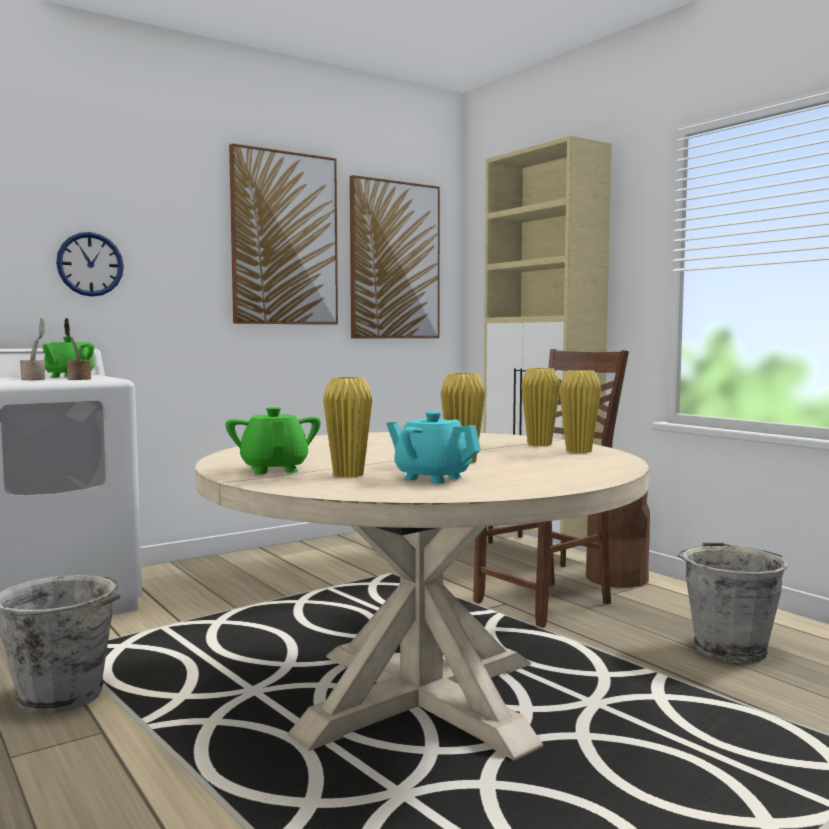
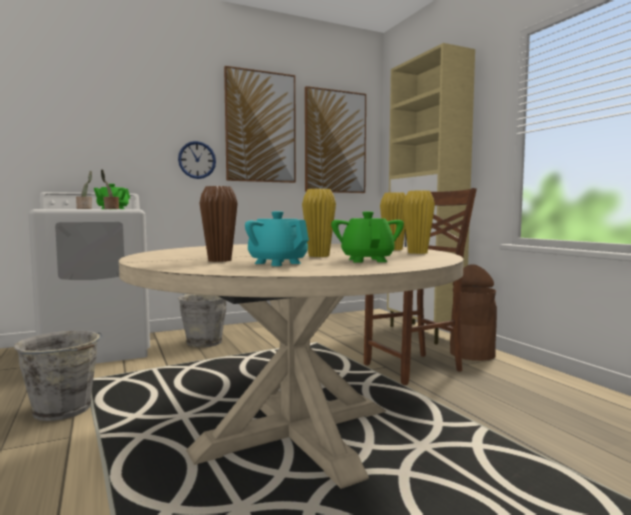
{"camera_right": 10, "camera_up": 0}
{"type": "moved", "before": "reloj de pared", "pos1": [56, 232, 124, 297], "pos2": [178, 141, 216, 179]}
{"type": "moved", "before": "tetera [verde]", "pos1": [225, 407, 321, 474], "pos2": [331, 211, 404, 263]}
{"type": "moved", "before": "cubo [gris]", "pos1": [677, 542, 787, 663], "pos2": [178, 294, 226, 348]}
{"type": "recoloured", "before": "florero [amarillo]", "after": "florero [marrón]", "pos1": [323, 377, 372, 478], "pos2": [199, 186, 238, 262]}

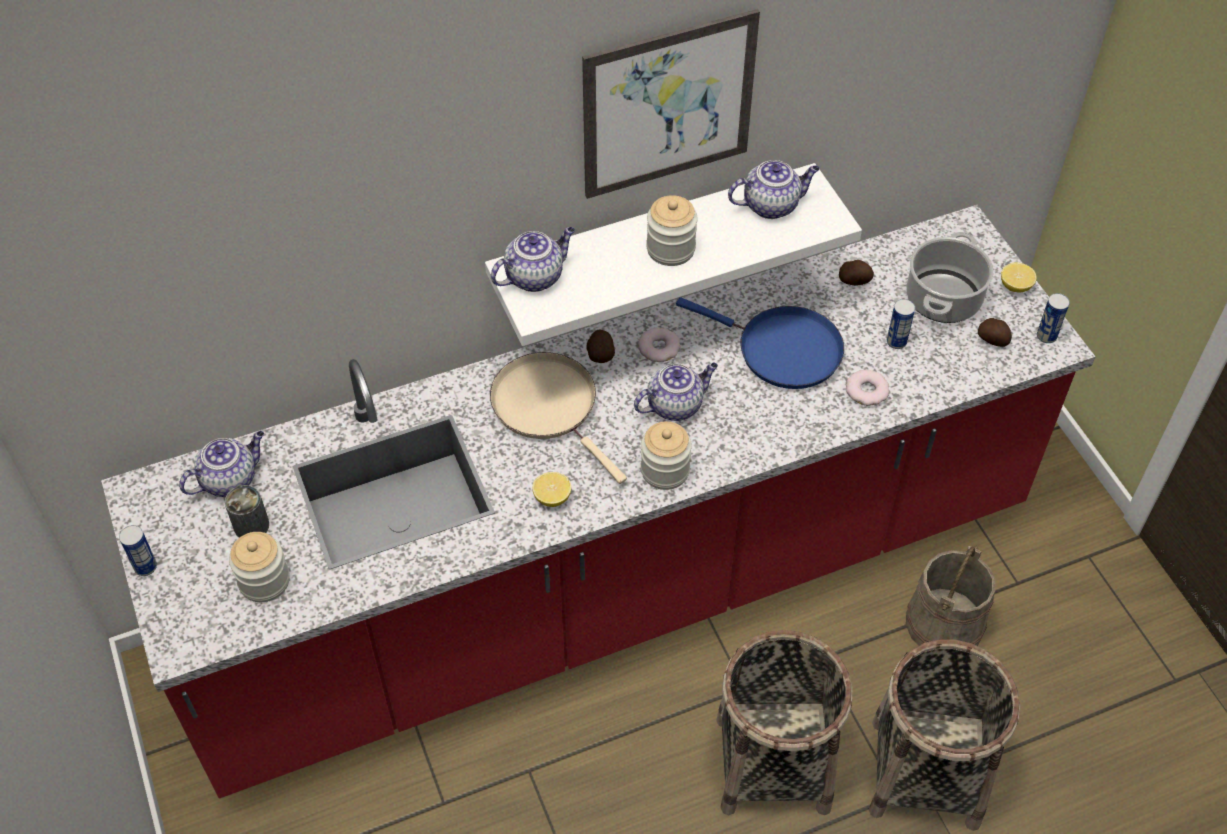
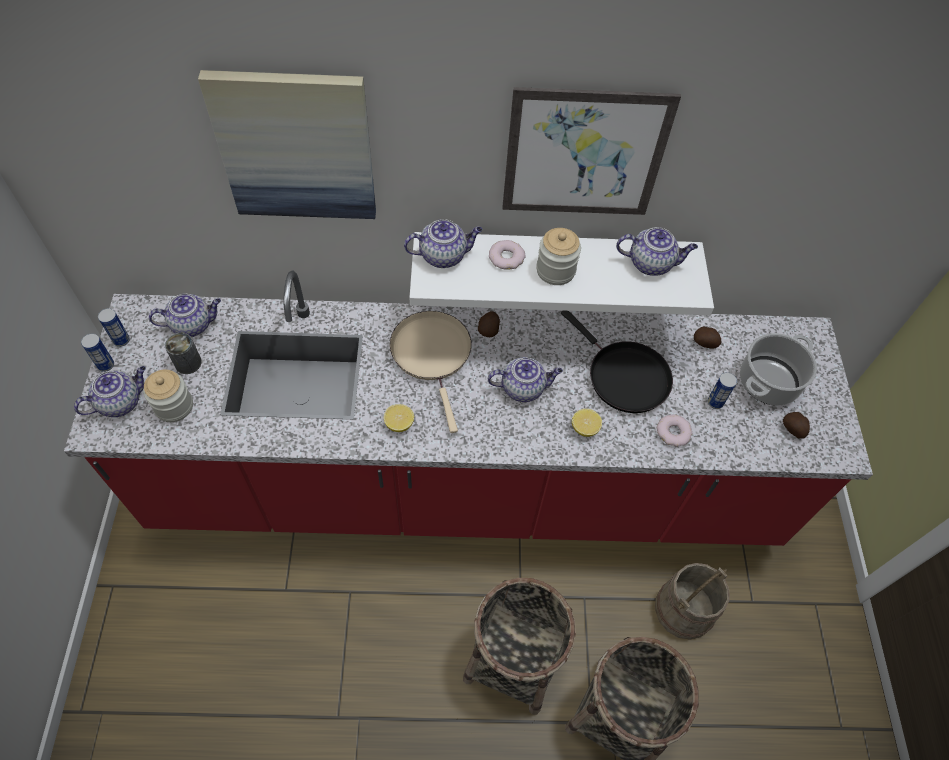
{"camera_right": 20, "camera_up": 5}
{"type": "removed", "before": "tarro", "pos1": [641, 421, 692, 490]}
{"type": "added", "after": "tetera", "pos2": [74, 366, 146, 417]}
{"type": "added", "after": "cuadro", "pos2": [198, 70, 376, 219]}
{"type": "moved", "before": "rosquilla", "pos1": [638, 328, 681, 362], "pos2": [489, 240, 526, 270]}
{"type": "moved", "before": "limón", "pos1": [1001, 263, 1036, 293], "pos2": [572, 409, 602, 437]}
{"type": "moved", "before": "lata", "pos1": [1037, 293, 1070, 343], "pos2": [98, 308, 130, 347]}
{"type": "recoloured", "before": "sartén [azul]", "after": "sartén [negro]", "pos1": [676, 297, 844, 389], "pos2": [561, 311, 673, 413]}

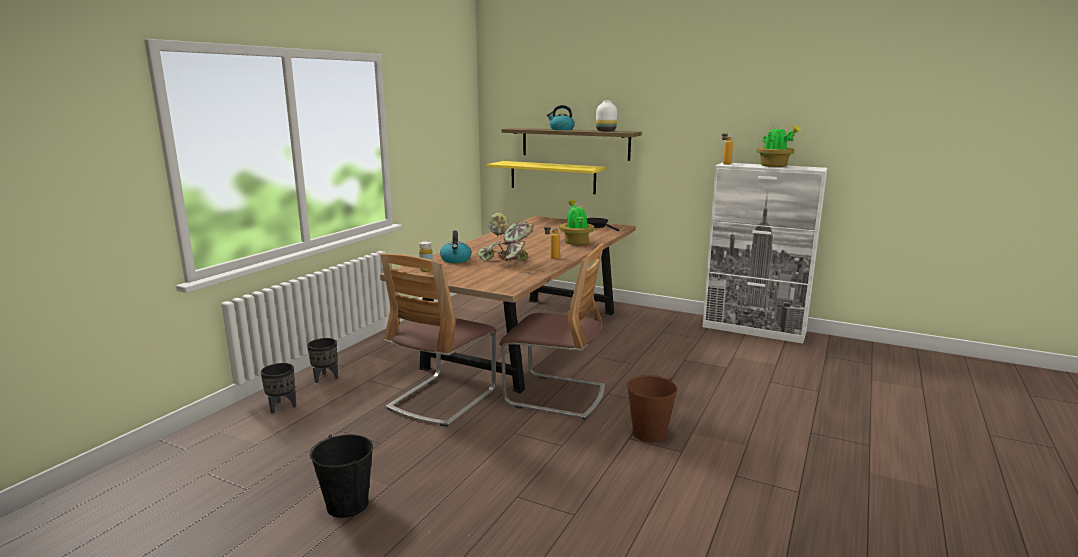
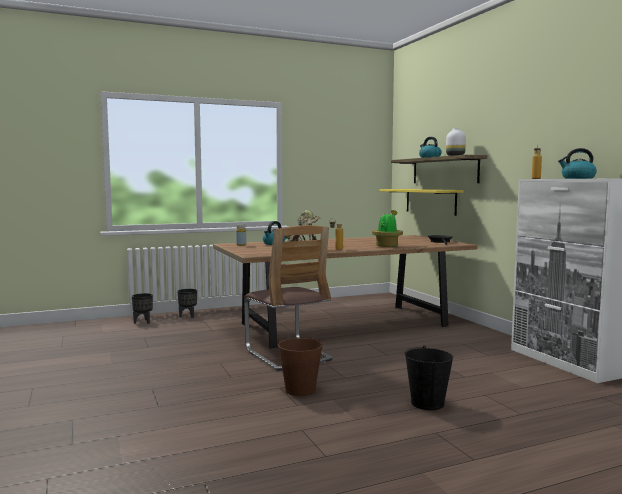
{"camera_right": 40, "camera_up": -10}
{"type": "removed", "before": "silla", "pos1": [381, 254, 496, 427]}
{"type": "moved", "before": "cubo [negro]", "pos1": [310, 434, 373, 518], "pos2": [405, 346, 453, 410]}
{"type": "replaced", "before": "planta en maceta", "after": "hervidor", "pos1": [756, 125, 801, 167], "pos2": [558, 148, 597, 179]}

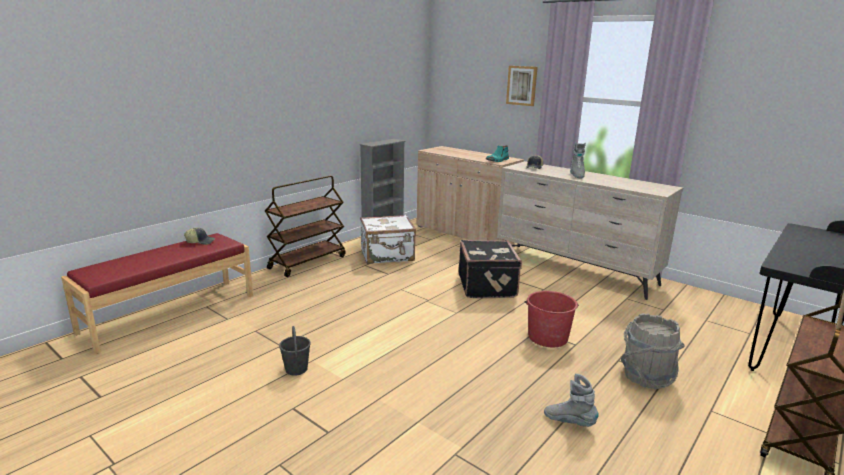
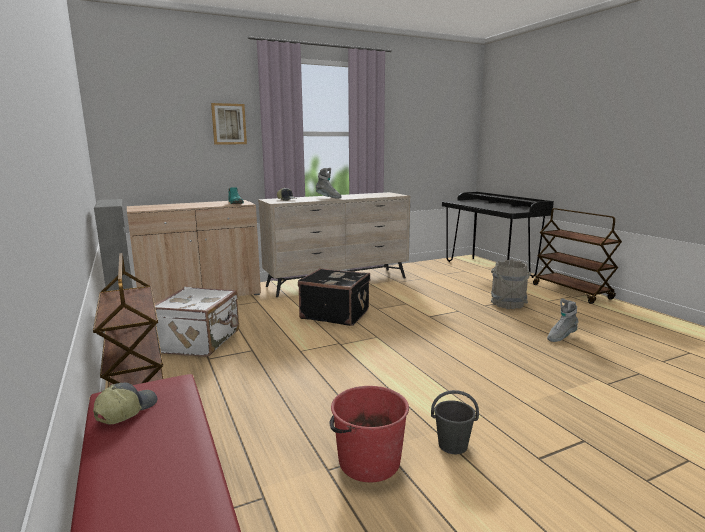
{"camera_right": -65, "camera_up": -5}
{"type": "moved", "before": "cubo [rojo]", "pos1": [524, 291, 579, 347], "pos2": [330, 386, 409, 482]}

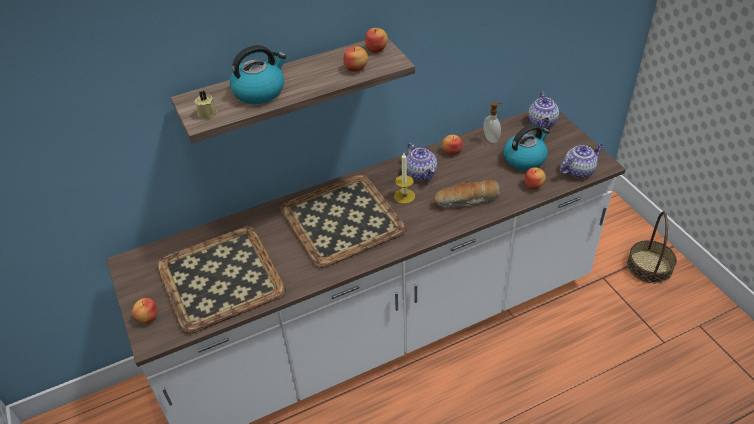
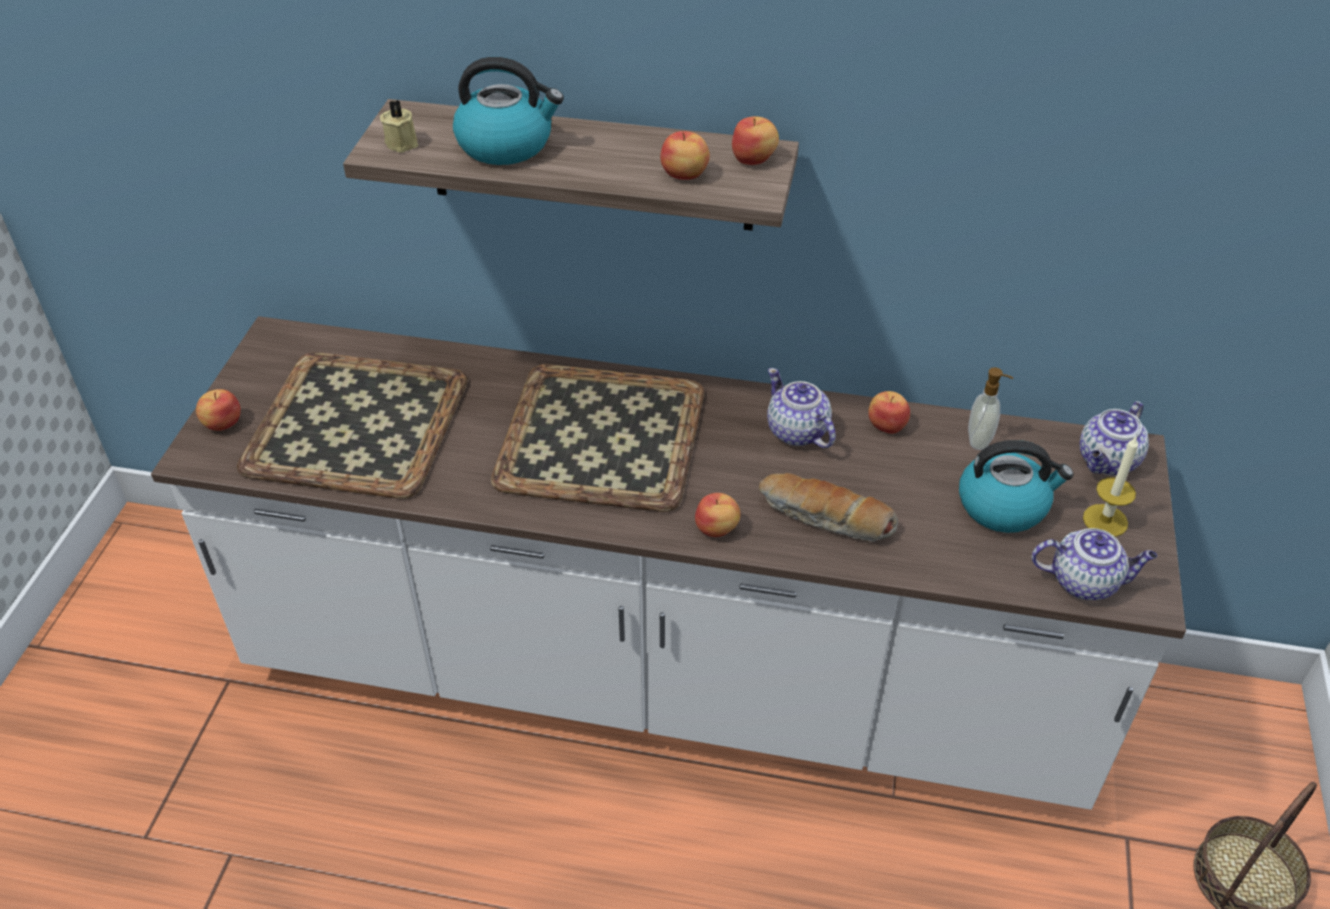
{"camera_right": 35, "camera_up": 0}
{"type": "moved", "before": "vela", "pos1": [394, 153, 415, 204], "pos2": [1083, 435, 1138, 537]}
{"type": "moved", "before": "manzana", "pos1": [525, 167, 546, 189], "pos2": [695, 493, 741, 537]}
{"type": "turned", "before": "tetera", "pos1": [406, 143, 437, 181], "pos2": [767, 368, 836, 448], "turn": 135}

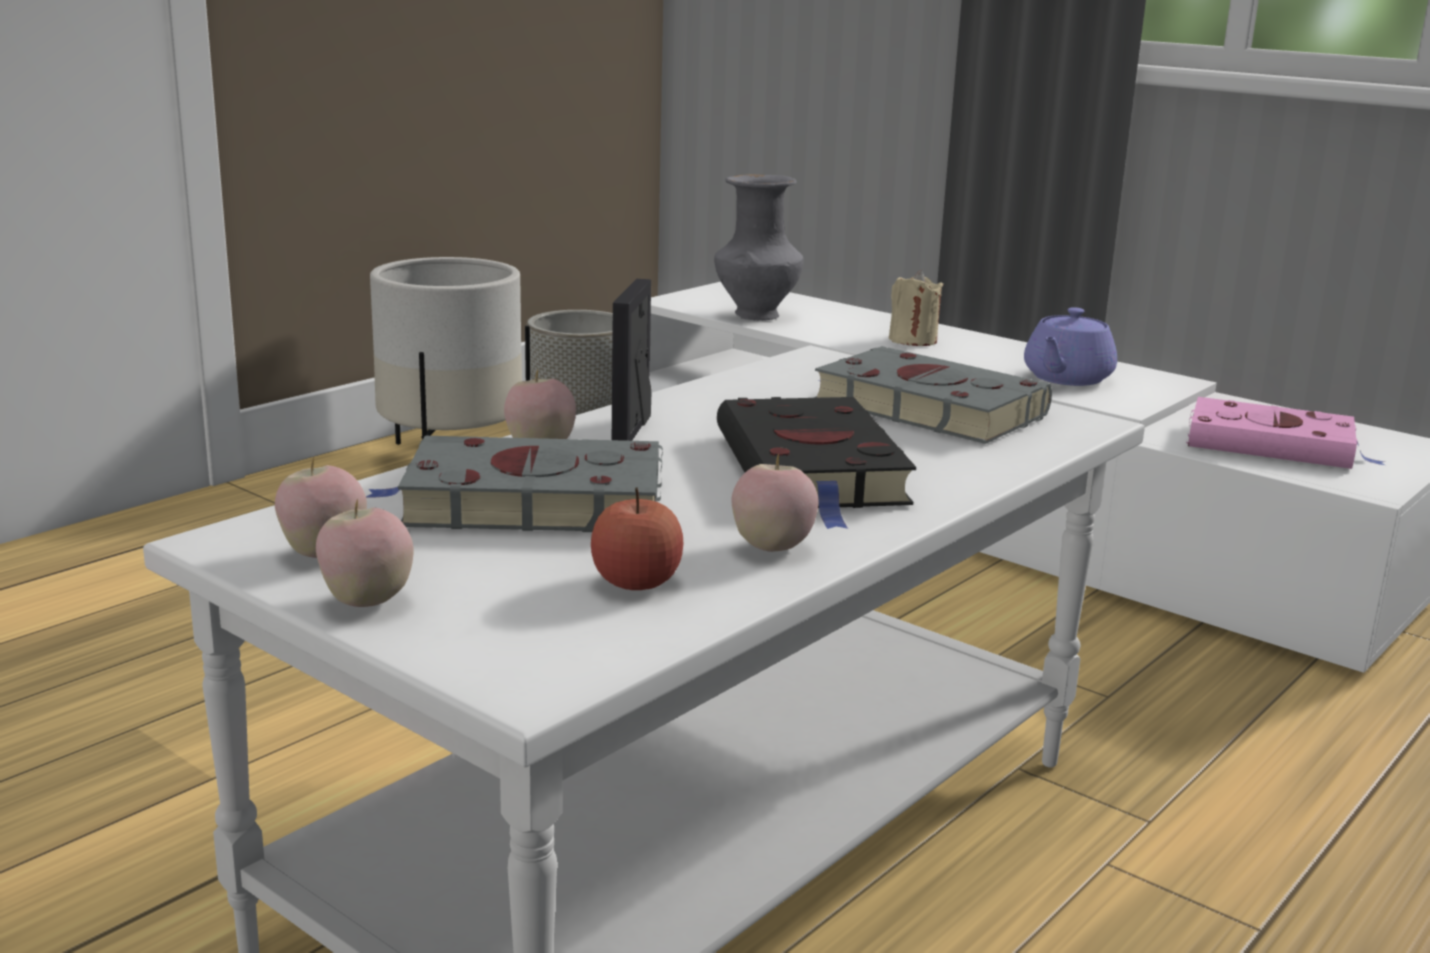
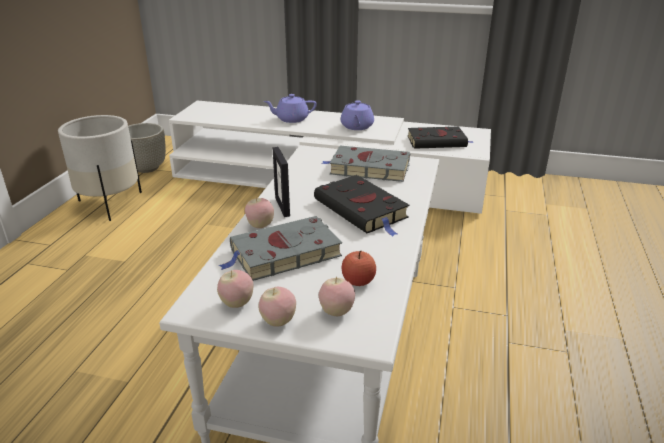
{"camera_right": -25, "camera_up": 10}
{"type": "removed", "before": "florero [gris]", "pos1": [714, 174, 804, 321]}
{"type": "moved", "before": "manzana", "pos1": [732, 454, 819, 552], "pos2": [319, 277, 355, 316]}
{"type": "replaced", "before": "vela [beis]", "after": "tetera [morado]", "pos1": [889, 270, 943, 346], "pos2": [264, 94, 317, 123]}
{"type": "recoloured", "before": "libro [rosa]", "after": "libro [negro]", "pos1": [1186, 397, 1384, 469], "pos2": [408, 126, 474, 149]}

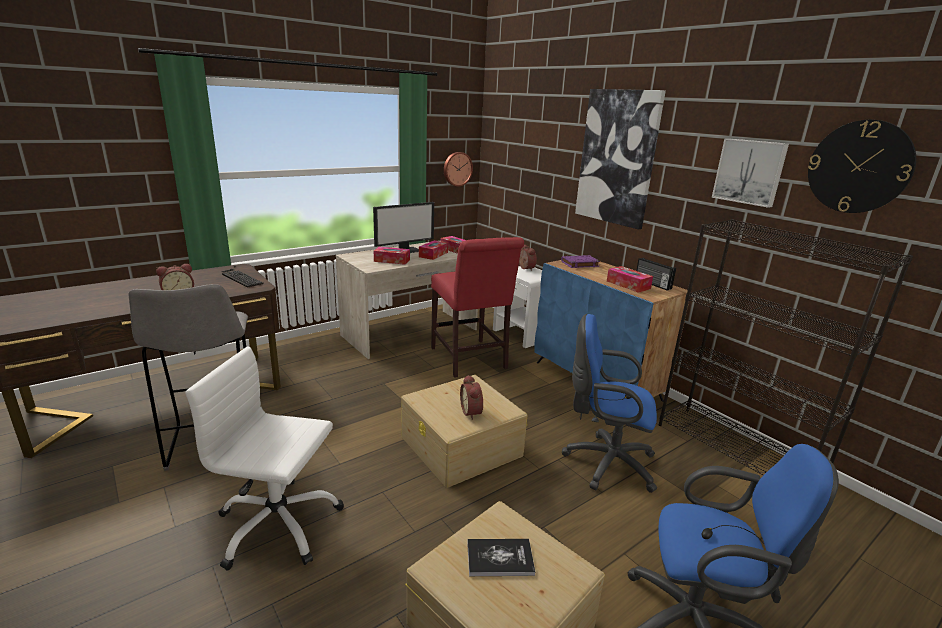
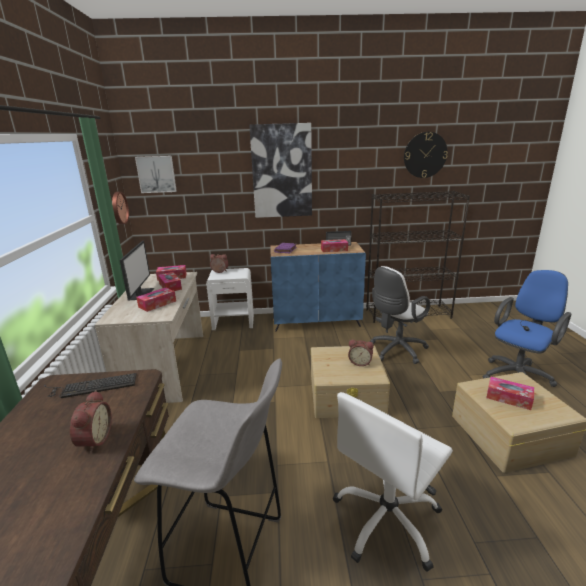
{"camera_right": -55, "camera_up": 0}
{"type": "removed", "before": "silla [rojo]", "pos1": [431, 237, 524, 378]}
{"type": "moved", "before": "cuadro", "pos1": [712, 138, 789, 208], "pos2": [135, 156, 177, 193]}
{"type": "replaced", "before": "libro", "after": "caja de pañuelos", "pos1": [467, 539, 535, 576], "pos2": [486, 377, 534, 410]}
{"type": "recoloured", "before": "silla de oficina [azul]", "after": "silla de oficina [blanco]", "pos1": [562, 314, 657, 493], "pos2": [370, 266, 430, 364]}

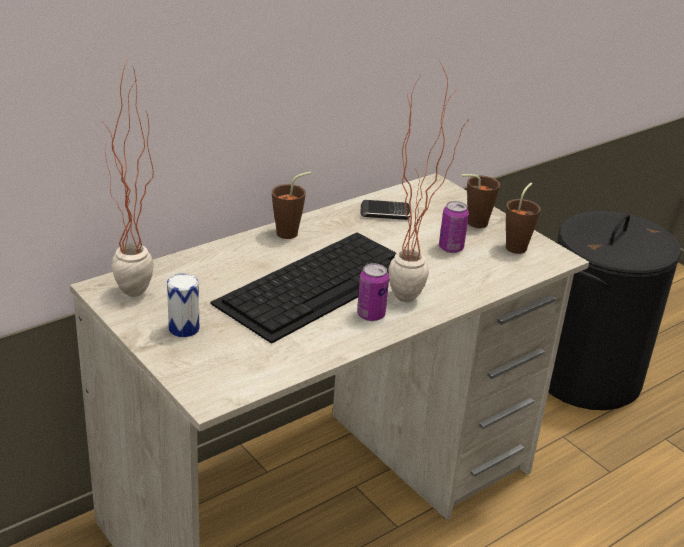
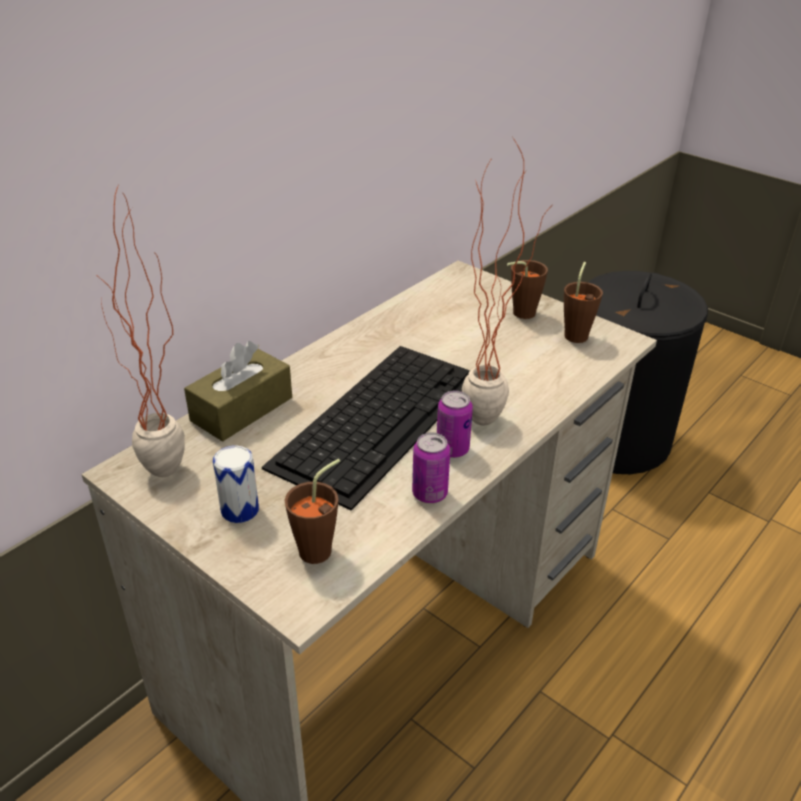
{"camera_right": -10, "camera_up": 5}
{"type": "removed", "before": "móvil", "pos1": [360, 200, 410, 220]}
{"type": "added", "after": "caja de pañuelos [marrón]", "pos2": [184, 341, 292, 441]}
{"type": "moved", "before": "taza [marrón]", "pos1": [272, 172, 311, 239], "pos2": [285, 459, 340, 564]}
{"type": "moved", "before": "lata", "pos1": [439, 201, 469, 253], "pos2": [412, 432, 450, 503]}

